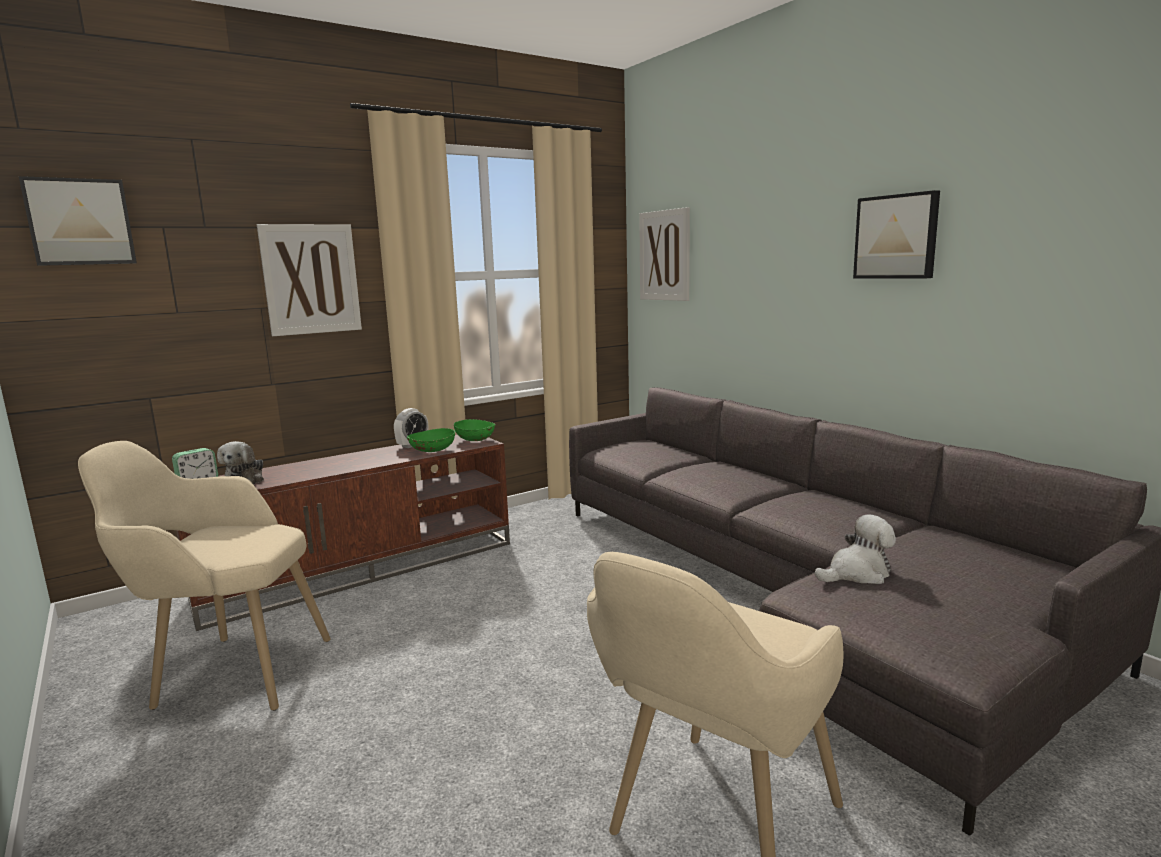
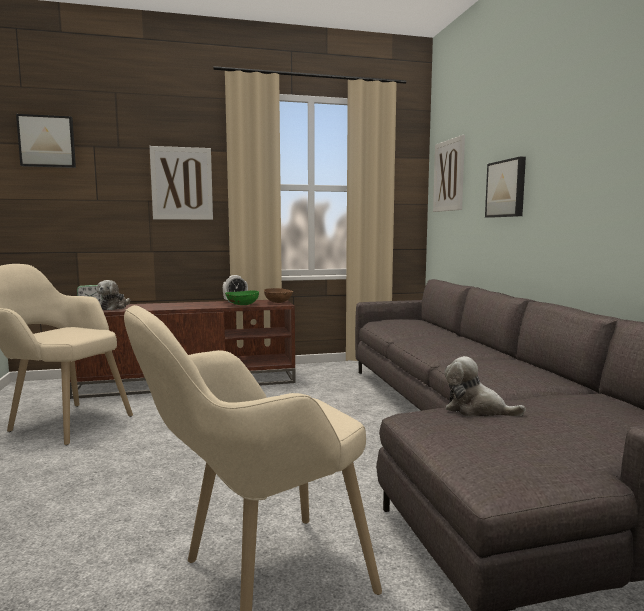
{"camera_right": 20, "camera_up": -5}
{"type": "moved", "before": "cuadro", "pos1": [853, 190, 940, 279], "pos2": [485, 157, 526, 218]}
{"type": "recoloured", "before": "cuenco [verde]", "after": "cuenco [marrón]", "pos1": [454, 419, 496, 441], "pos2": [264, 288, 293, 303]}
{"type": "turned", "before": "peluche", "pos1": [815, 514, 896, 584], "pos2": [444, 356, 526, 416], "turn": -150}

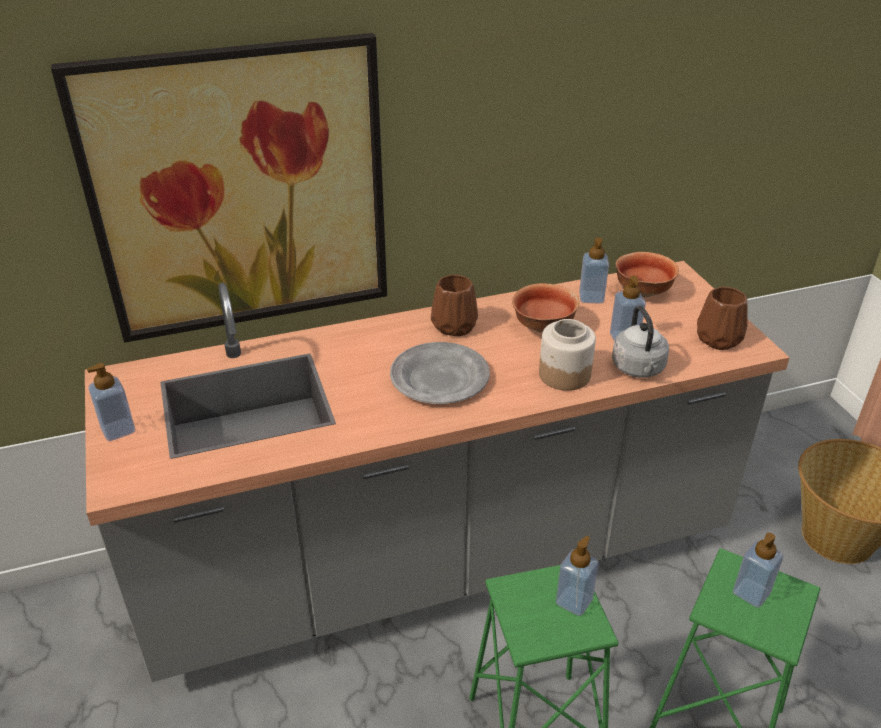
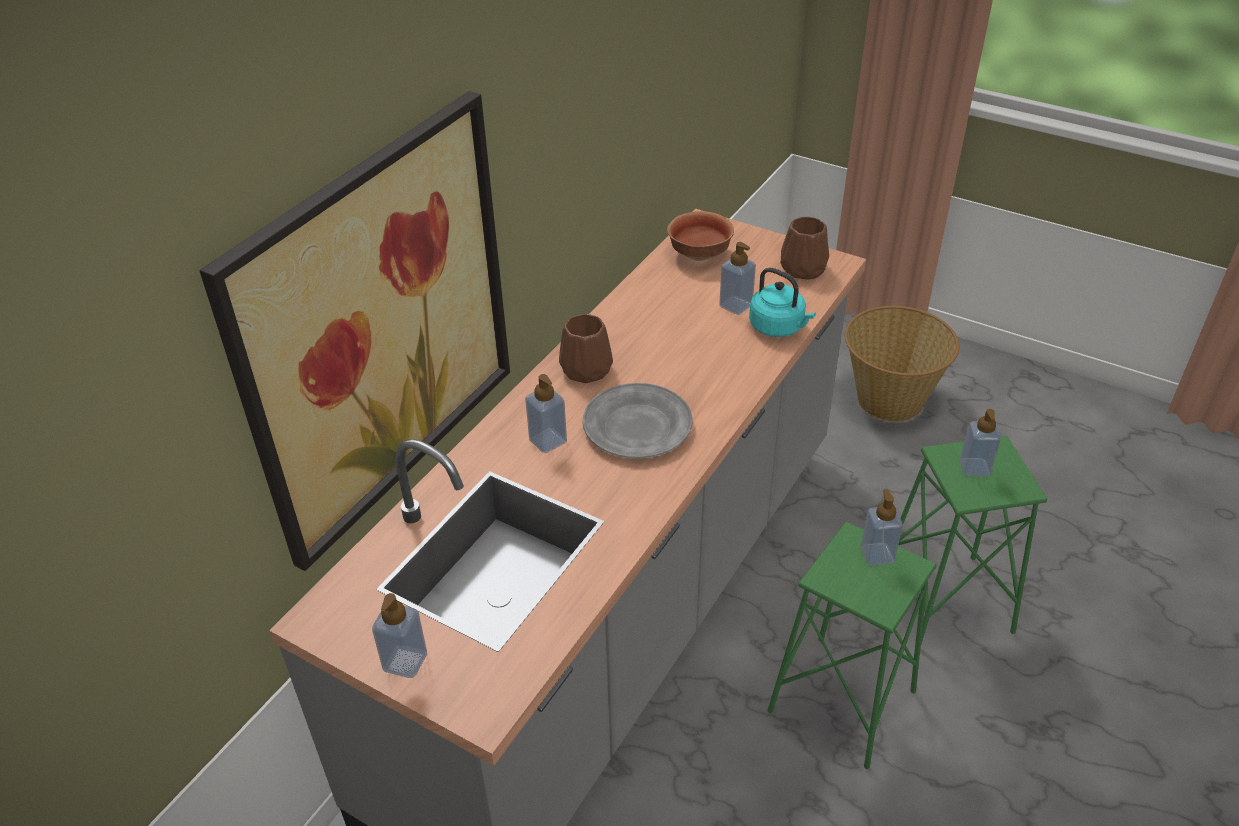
{"camera_right": -40, "camera_up": 5}
{"type": "removed", "before": "cuenco", "pos1": [512, 283, 579, 333]}
{"type": "removed", "before": "tarro", "pos1": [539, 319, 596, 391]}
{"type": "moved", "before": "dispensador de jabón", "pos1": [579, 238, 609, 304], "pos2": [525, 374, 567, 453]}
{"type": "recoloured", "before": "hervidor [gris]", "after": "hervidor [turquesa]", "pos1": [612, 306, 669, 378], "pos2": [749, 268, 816, 337]}

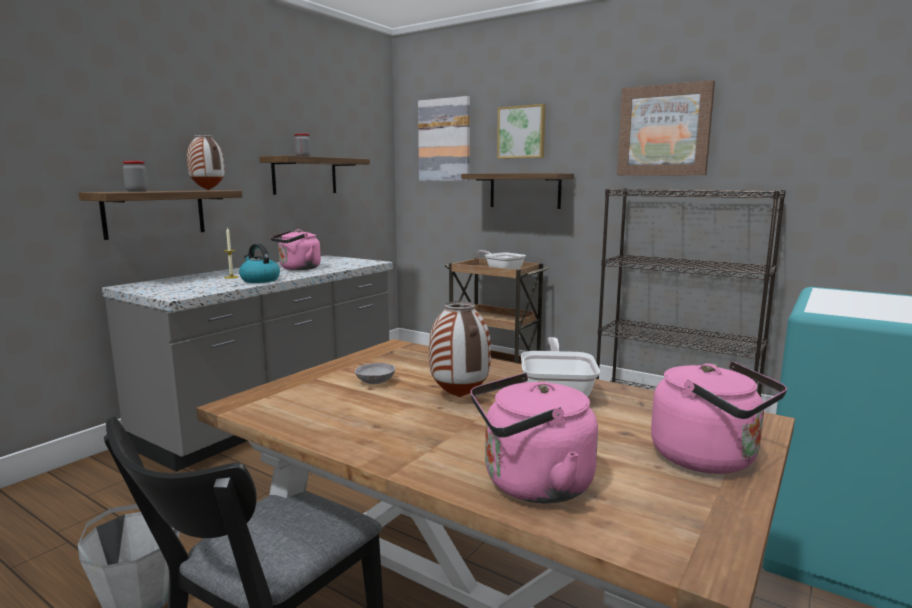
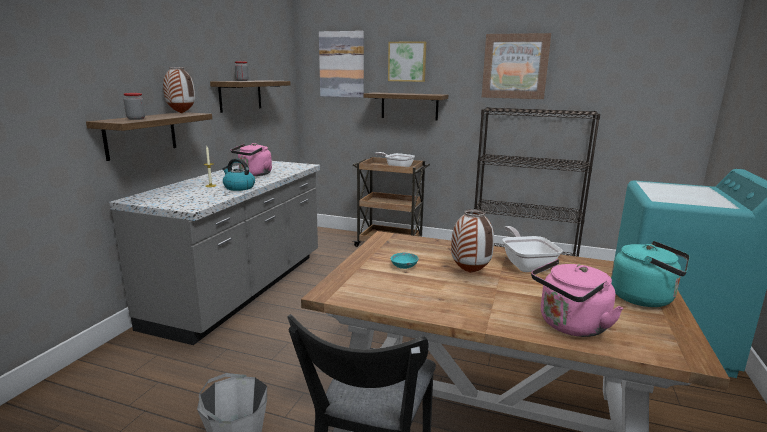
{"camera_right": -15, "camera_up": 5}
{"type": "recoloured", "before": "cuenco [gris]", "after": "cuenco [turquesa]", "pos1": [355, 363, 395, 384], "pos2": [391, 253, 418, 269]}
{"type": "recoloured", "before": "hervidor [rosa]", "after": "hervidor [turquesa]", "pos1": [651, 361, 787, 474], "pos2": [611, 241, 690, 307]}

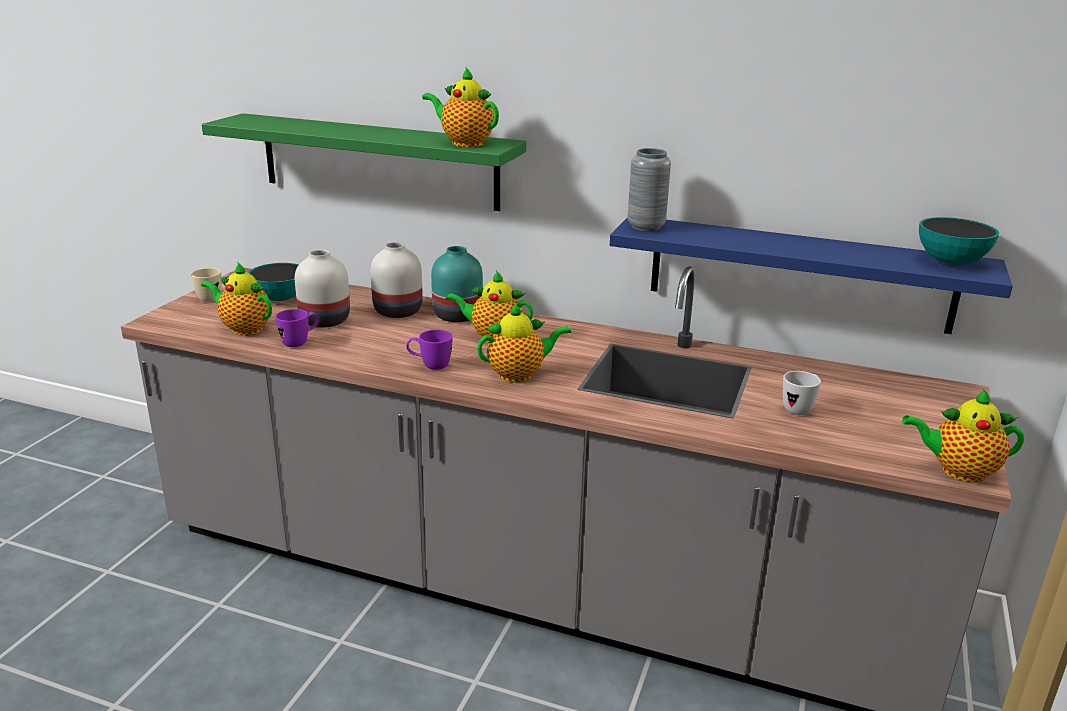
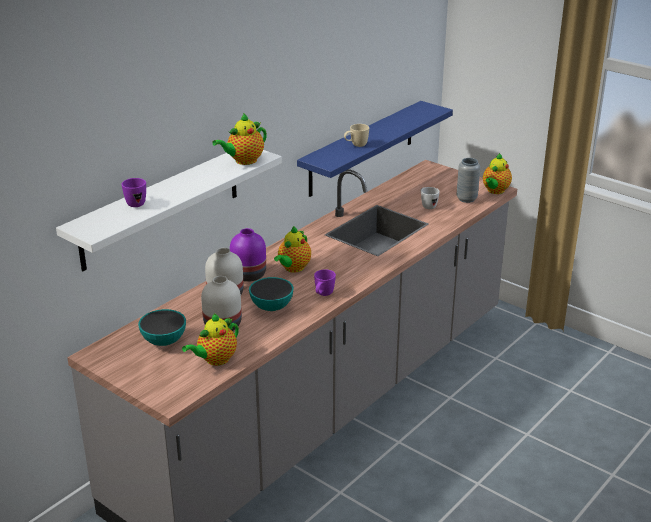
{"camera_right": -70, "camera_up": 5}
{"type": "removed", "before": "tetera", "pos1": [477, 302, 571, 383]}
{"type": "moved", "before": "taza grande [beis]", "pos1": [191, 268, 222, 302], "pos2": [344, 124, 369, 147]}
{"type": "moved", "before": "taza grande [morado]", "pos1": [275, 309, 319, 347], "pos2": [122, 178, 146, 207]}
{"type": "moved", "before": "florero [gris]", "pos1": [627, 148, 671, 231], "pos2": [457, 158, 480, 203]}
{"type": "moved", "before": "cuenco", "pos1": [919, 217, 999, 265], "pos2": [249, 277, 294, 311]}
{"type": "recoloured", "before": "estante [verde]", "after": "estante [blanco]", "pos1": [202, 113, 526, 211], "pos2": [56, 150, 282, 271]}
{"type": "recoloured", "before": "florero [turquesa]", "after": "florero [morado]", "pos1": [431, 246, 483, 322], "pos2": [230, 228, 266, 282]}

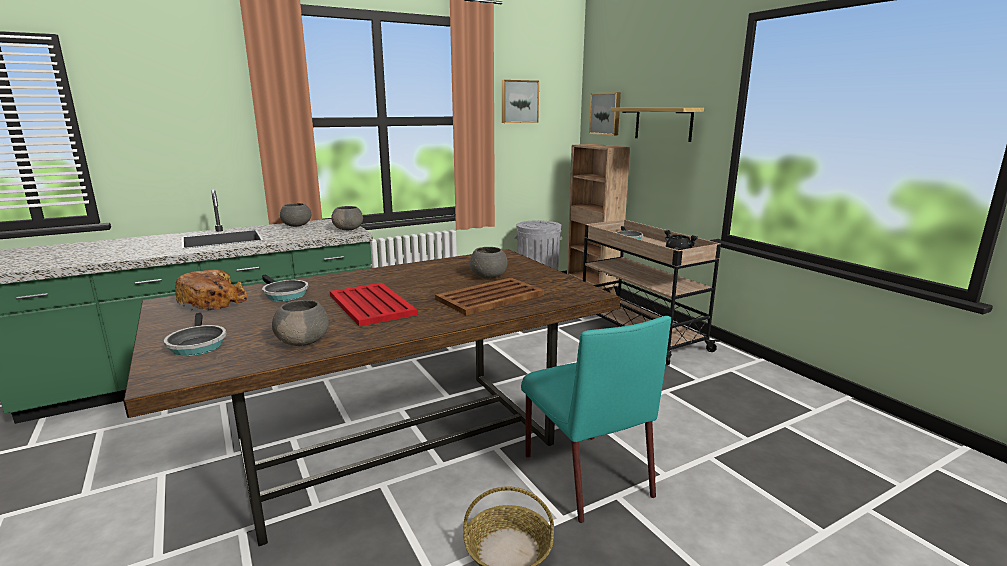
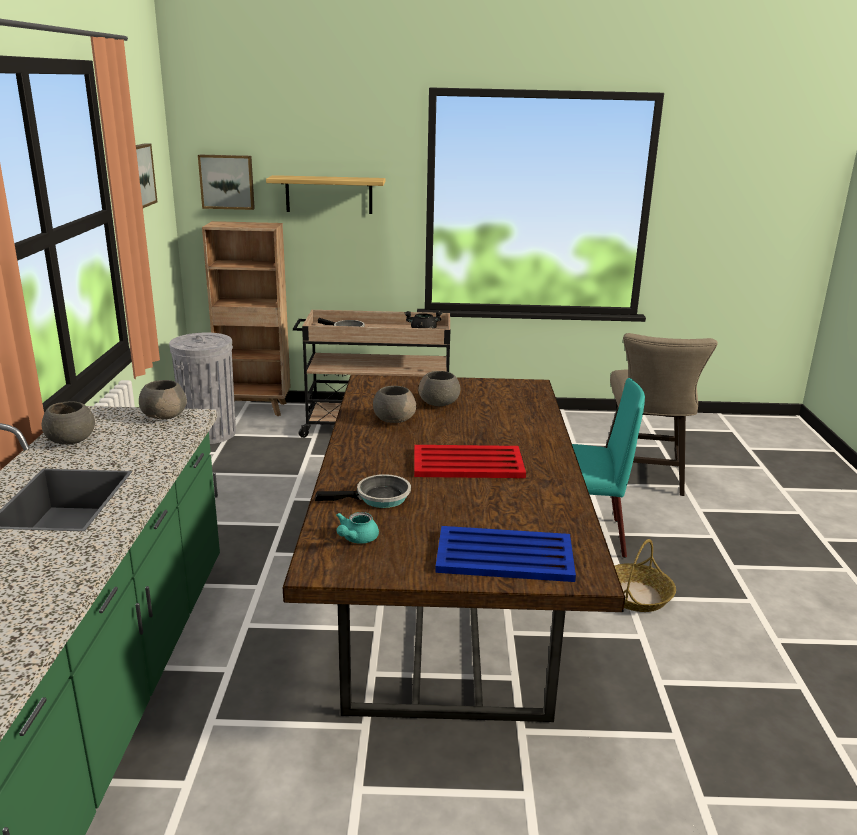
{"camera_right": -60, "camera_up": 5}
{"type": "removed", "before": "bandeja [marrón]", "pos1": [435, 278, 544, 315]}
{"type": "added", "after": "taburete [beis]", "pos2": [605, 333, 718, 496]}
{"type": "moved", "before": "cuenco [gris]", "pos1": [272, 300, 329, 346], "pos2": [373, 386, 416, 423]}
{"type": "replaced", "before": "sartén", "after": "bandeja [azul]", "pos1": [164, 313, 226, 356], "pos2": [435, 526, 576, 582]}
{"type": "replaced", "before": "pan", "after": "tetera [turquesa]", "pos1": [175, 270, 248, 311], "pos2": [336, 512, 379, 544]}

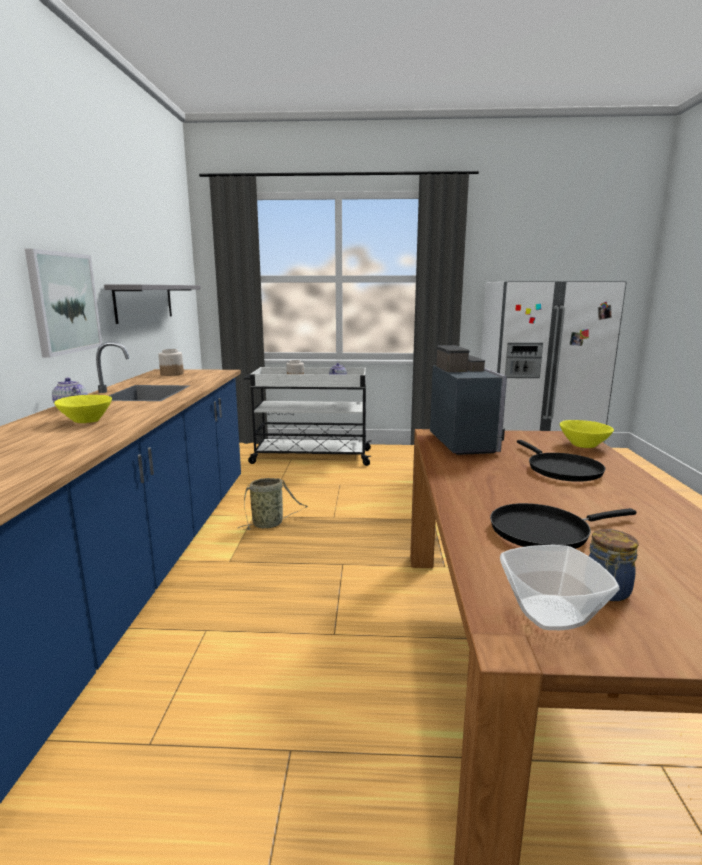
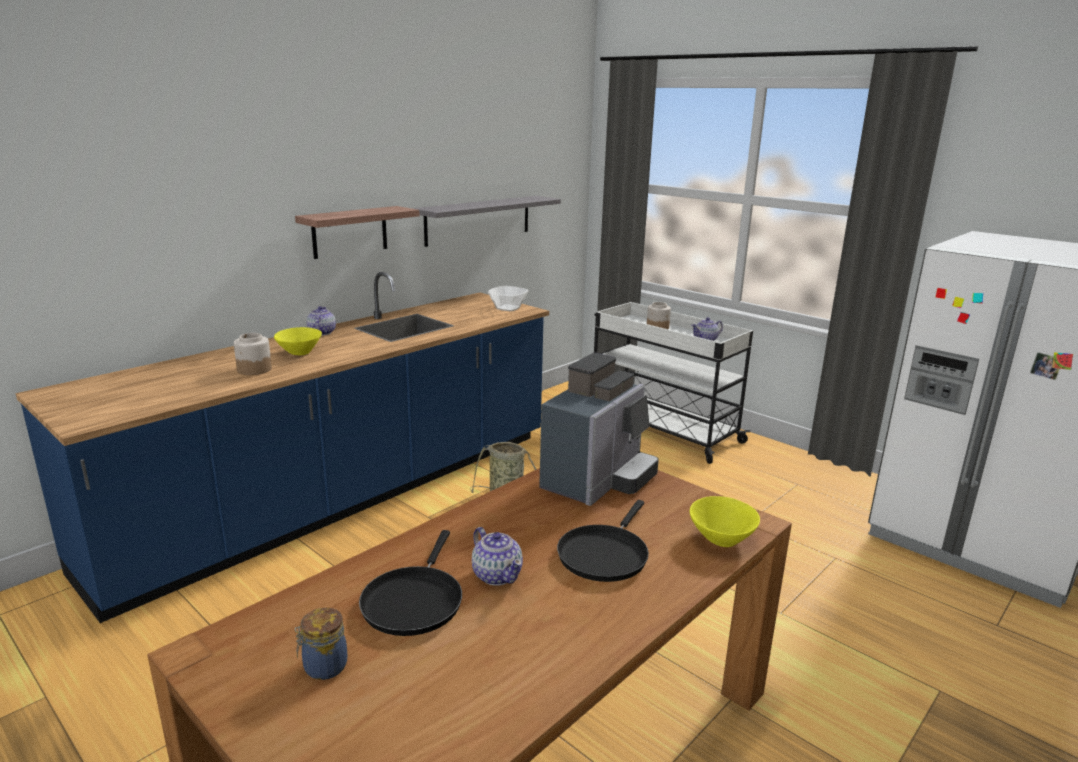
{"camera_right": 40, "camera_up": 5}
{"type": "added", "after": "tetera", "pos2": [472, 527, 523, 586]}
{"type": "moved", "before": "tarro", "pos1": [158, 349, 184, 376], "pos2": [234, 333, 272, 375]}
{"type": "moved", "before": "cuenco", "pos1": [500, 545, 619, 630], "pos2": [488, 286, 528, 311]}
{"type": "replaced", "before": "cuadro", "after": "estante", "pos1": [25, 249, 102, 358], "pos2": [295, 206, 420, 259]}
{"type": "turned", "before": "sartén [negro]", "pos1": [490, 503, 636, 549], "pos2": [359, 530, 462, 636], "turn": -105}

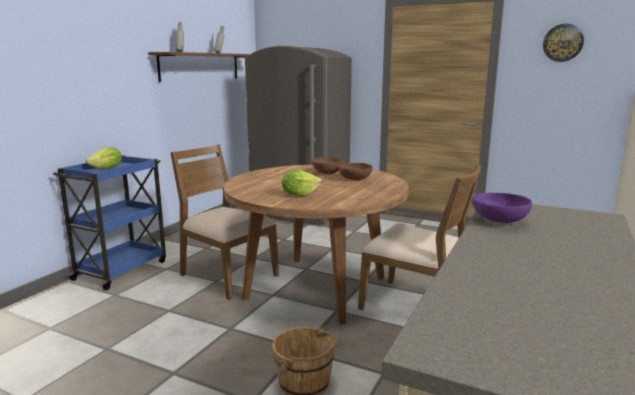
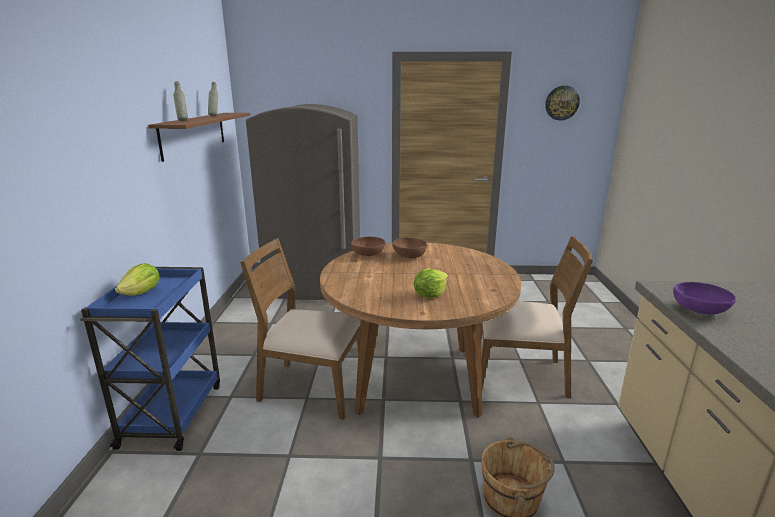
{"camera_right": -25, "camera_up": 5}
{"type": "moved", "before": "cuenco [marrón]", "pos1": [338, 163, 373, 180], "pos2": [351, 237, 385, 256]}

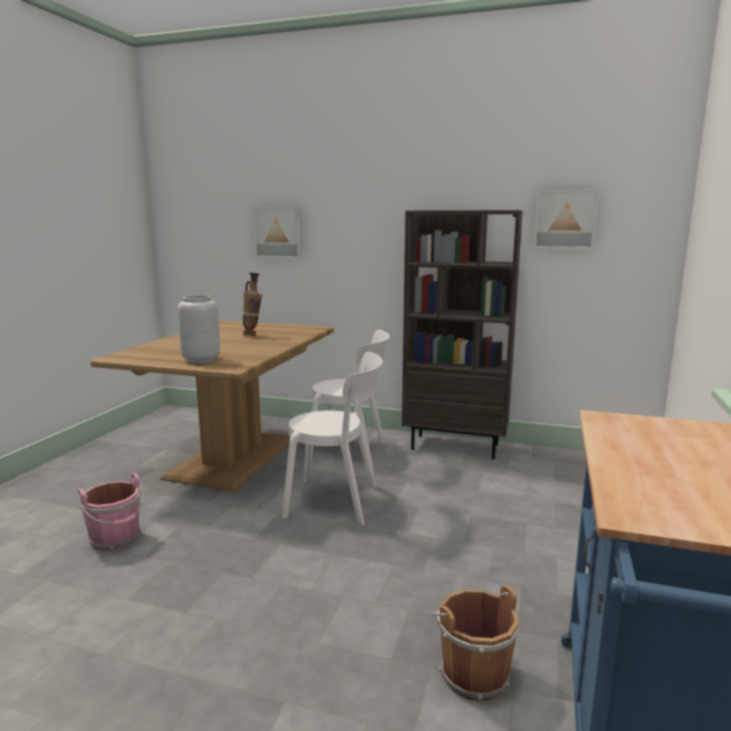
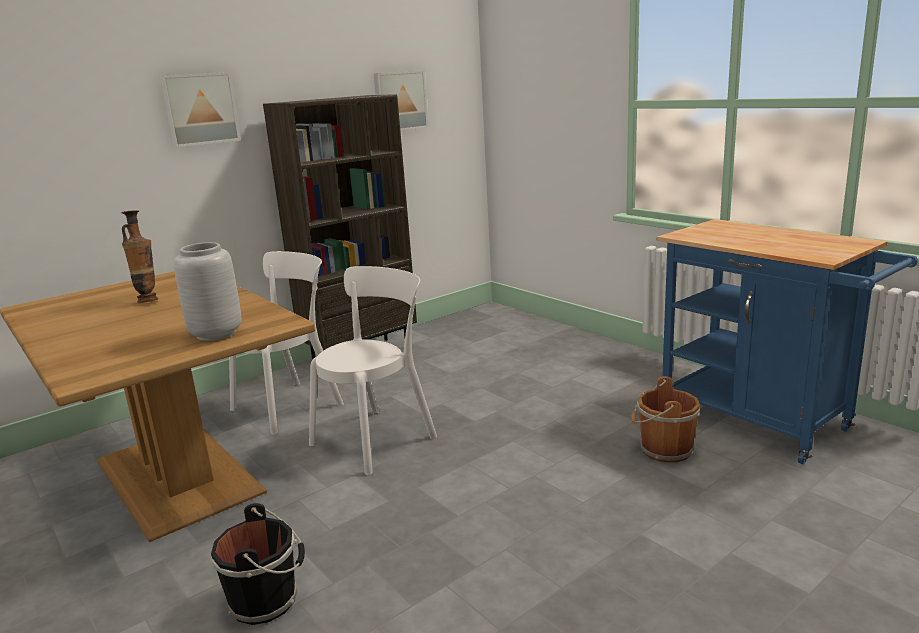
{"camera_right": -55, "camera_up": 5}
{"type": "moved", "before": "cuadro", "pos1": [253, 207, 302, 258], "pos2": [159, 72, 241, 148]}
{"type": "recoloured", "before": "cubo [rosa]", "after": "cubo [negro]", "pos1": [77, 473, 144, 552], "pos2": [211, 503, 305, 625]}

